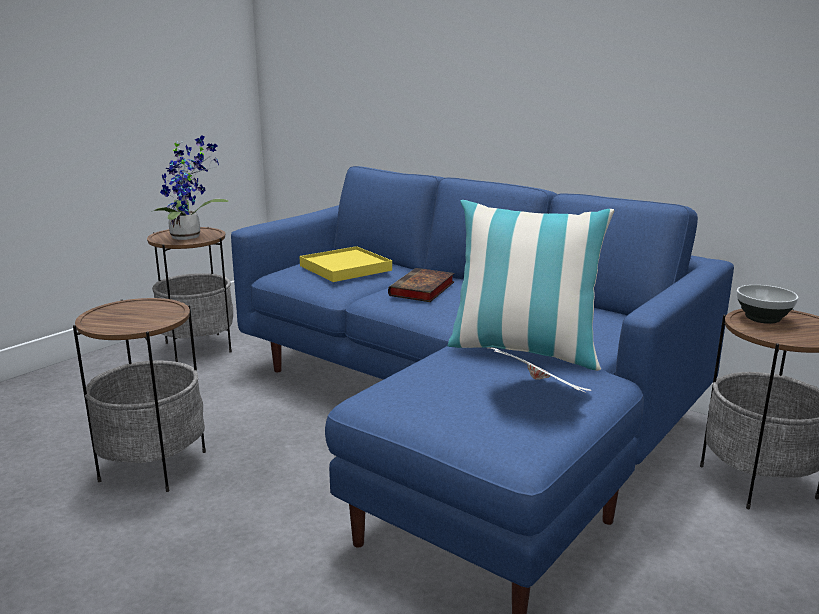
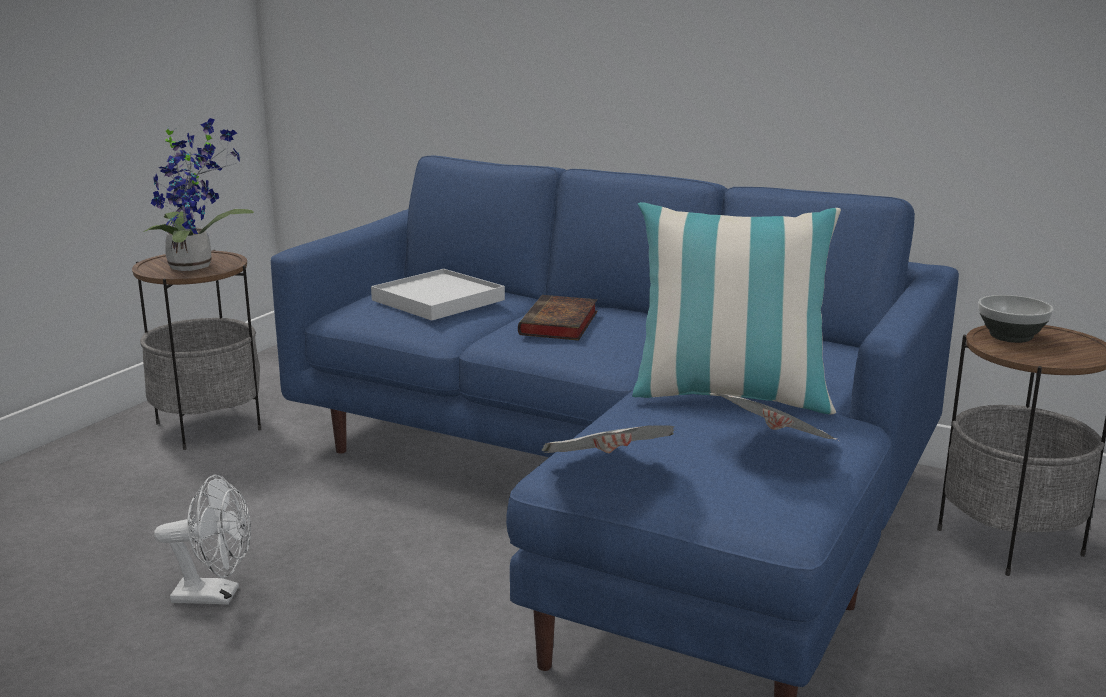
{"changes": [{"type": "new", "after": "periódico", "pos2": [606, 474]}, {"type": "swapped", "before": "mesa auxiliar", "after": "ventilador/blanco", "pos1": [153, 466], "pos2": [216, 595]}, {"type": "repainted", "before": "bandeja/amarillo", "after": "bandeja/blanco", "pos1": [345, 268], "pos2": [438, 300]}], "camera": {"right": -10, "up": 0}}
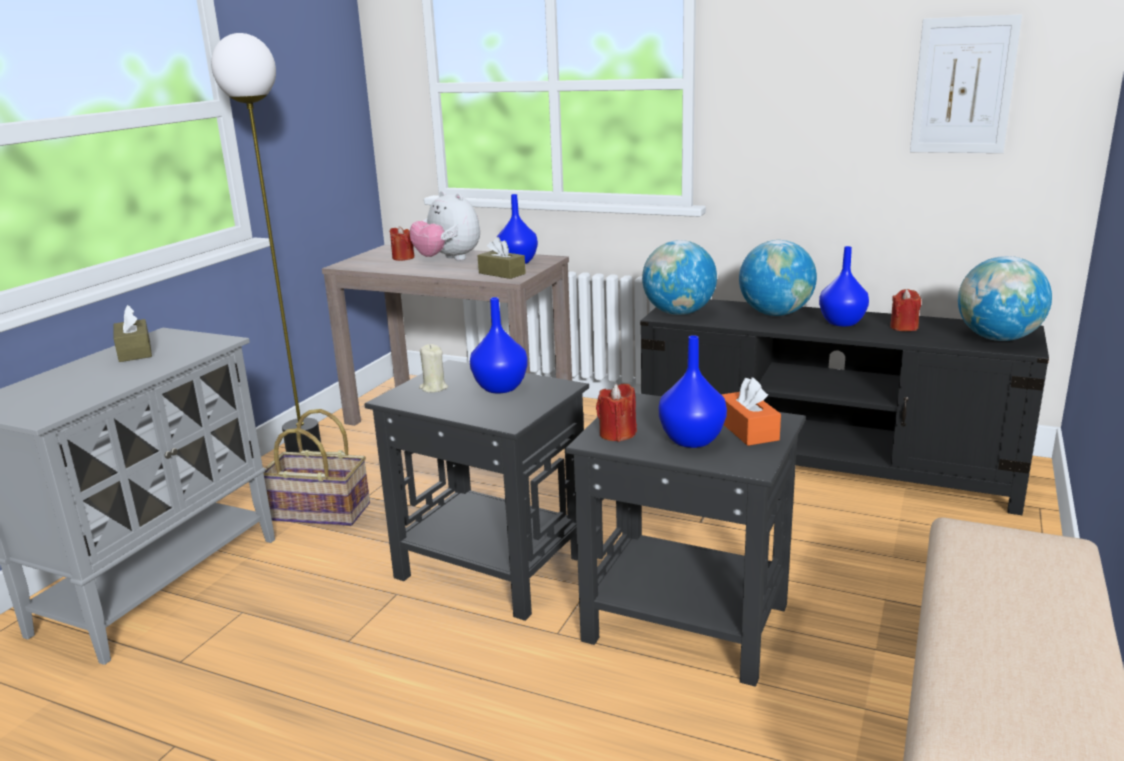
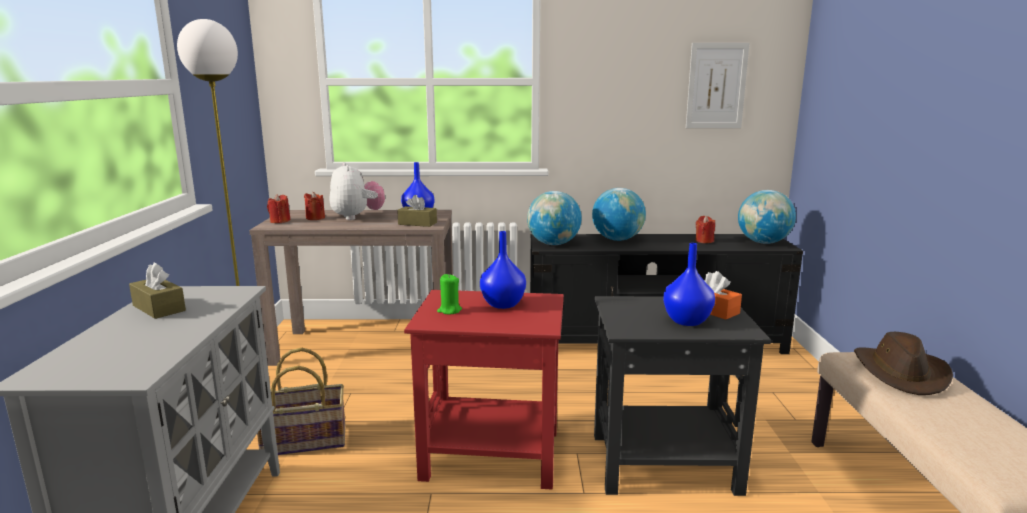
{"changes": [{"type": "gone", "before": "florero/azul", "pos1": [841, 322]}, {"type": "new", "after": "sombrero/marrón", "pos2": [901, 373]}, {"type": "shifted", "before": "vela/rojo", "pos1": [617, 434], "pos2": [280, 221]}, {"type": "repainted", "before": "mesa auxiliar/negro", "after": "mesa auxiliar/rojo", "pos1": [490, 566], "pos2": [489, 454]}, {"type": "repainted", "before": "vela/beis", "after": "vela/verde", "pos1": [433, 388], "pos2": [449, 310]}, {"type": "rotated", "before": "peluche", "pos1": [448, 260], "pos2": [357, 217], "turn": -135}], "camera": {"right": -25, "up": -5}}
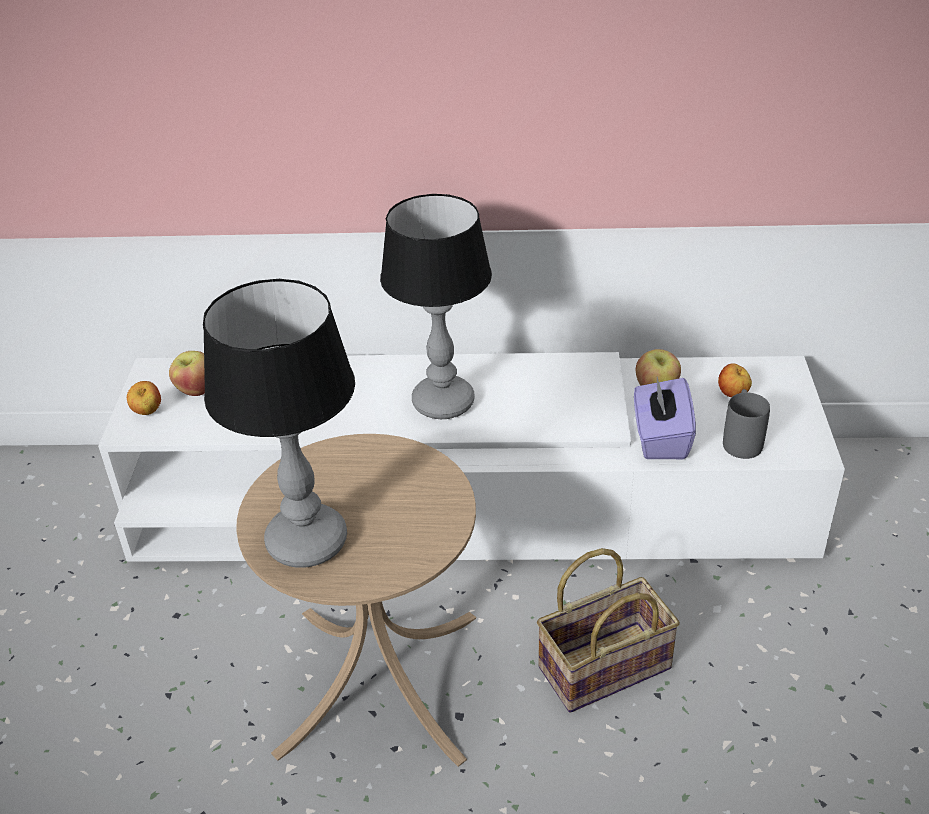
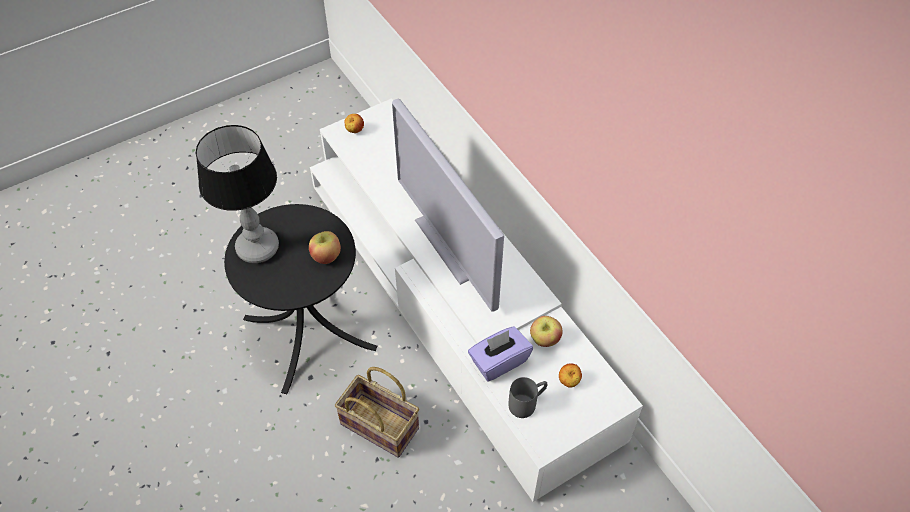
{"changes": [{"type": "shifted", "before": "manzana", "pos1": [195, 390], "pos2": [326, 256]}, {"type": "swapped", "before": "lámpara de mesa", "after": "televisor", "pos1": [444, 402], "pos2": [451, 245]}, {"type": "repainted", "before": "mesa auxiliar/beis", "after": "mesa auxiliar/negro", "pos1": [379, 682], "pos2": [310, 333]}], "camera": {"right": 55, "up": 15}}
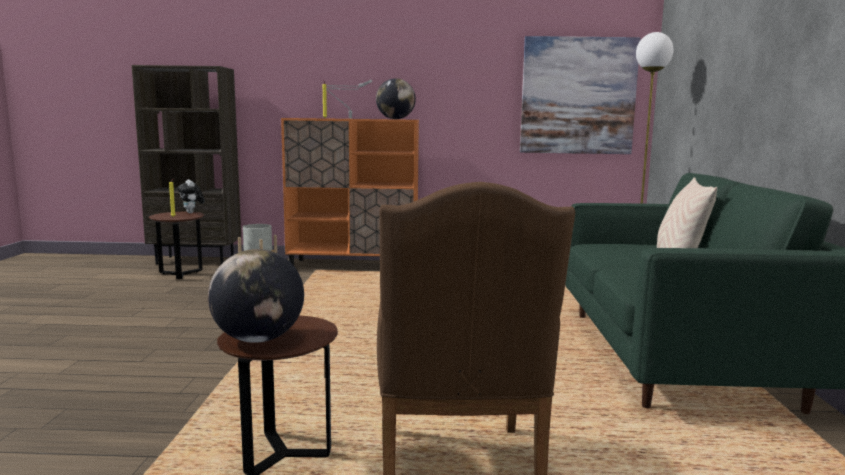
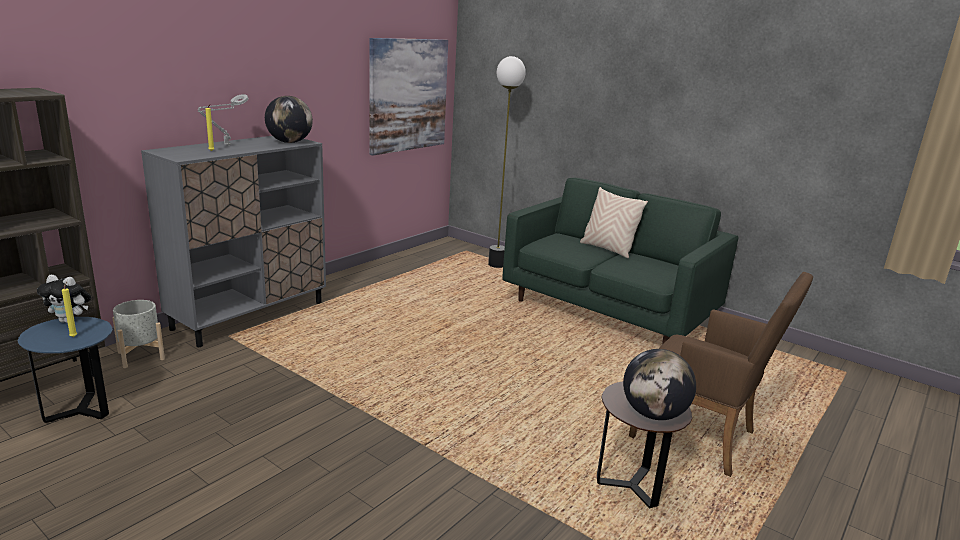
{"changes": [{"type": "repainted", "before": "mesa auxiliar/marrón", "after": "mesa auxiliar/azul", "pos1": [180, 274], "pos2": [80, 411]}, {"type": "repainted", "before": "armario/naranja", "after": "armario/gris", "pos1": [354, 266], "pos2": [250, 315]}], "camera": {"right": -55, "up": 10}}
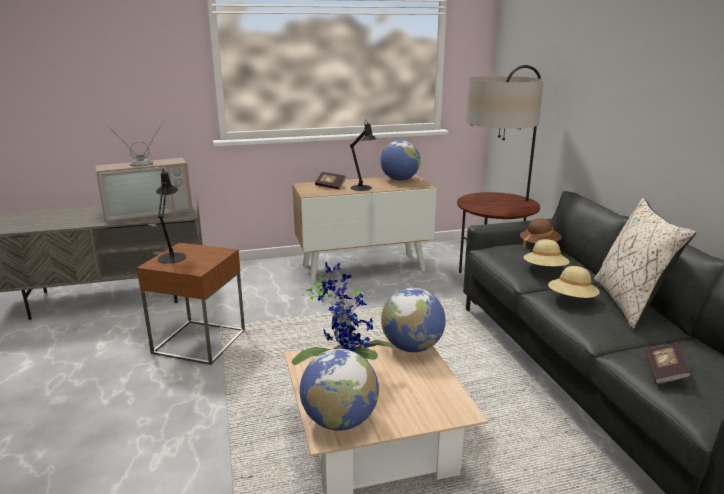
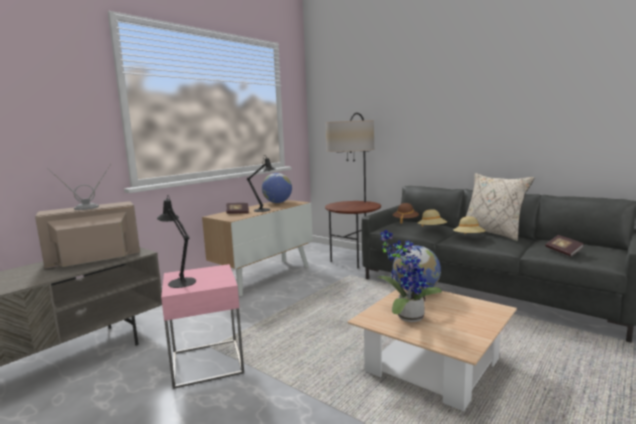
{"changes": [{"type": "gone", "before": "globo terráqueo", "pos1": [339, 421]}, {"type": "repainted", "before": "mesa auxiliar/marrón", "after": "mesa auxiliar/rosa", "pos1": [199, 341], "pos2": [207, 362]}, {"type": "rotated", "before": "televisor", "pos1": [148, 211], "pos2": [93, 258], "turn": -150}], "camera": {"right": -35, "up": -10}}
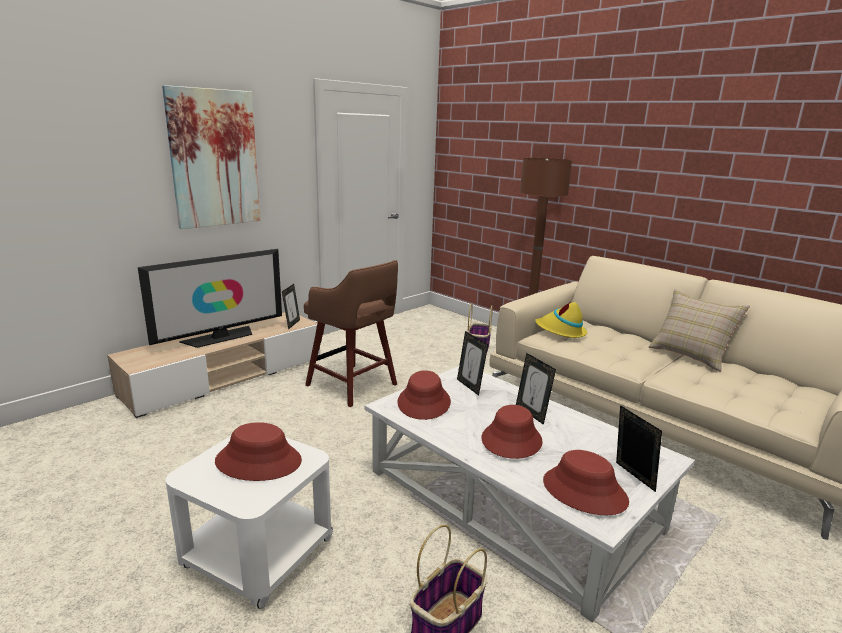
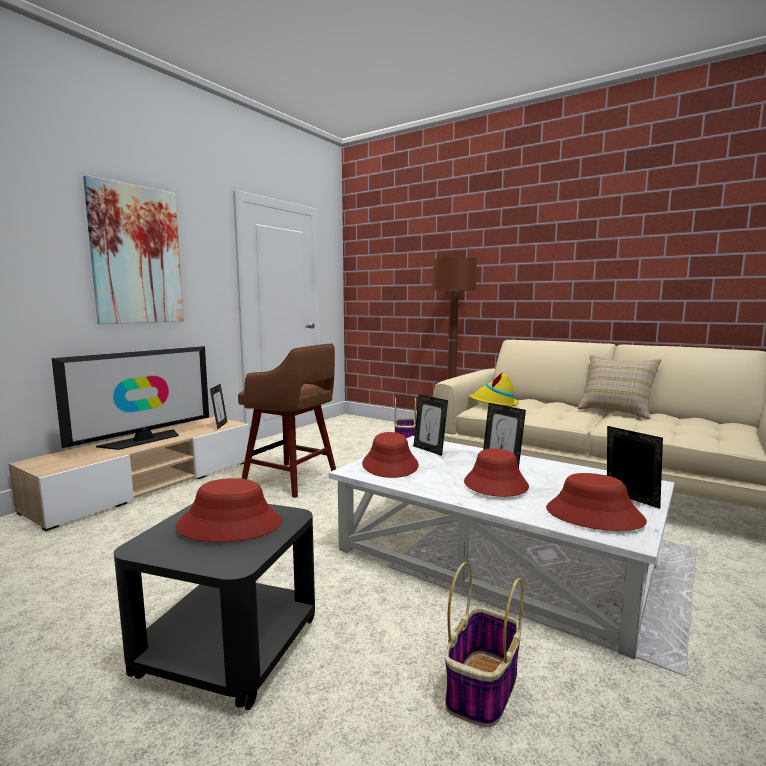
{"changes": [{"type": "repainted", "before": "mesa auxiliar/blanco", "after": "mesa auxiliar/negro", "pos1": [257, 553], "pos2": [228, 648]}], "camera": {"right": -10, "up": -10}}
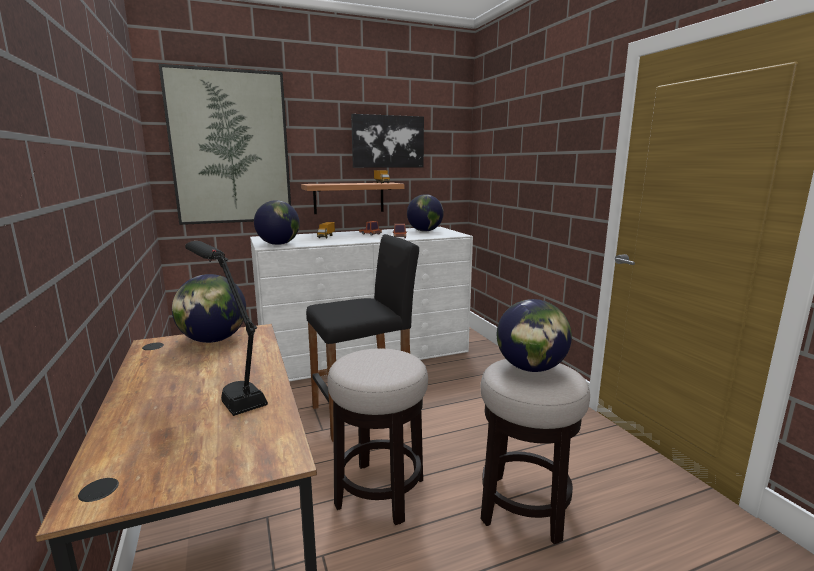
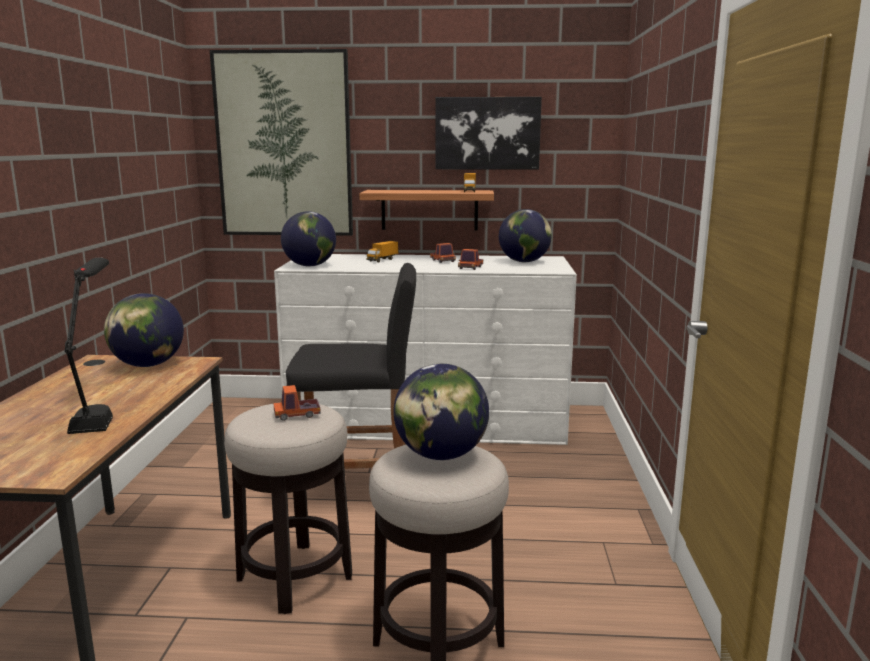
{"changes": [{"type": "new", "after": "camión de juguete", "pos2": [297, 414]}], "camera": {"right": 25, "up": 0}}
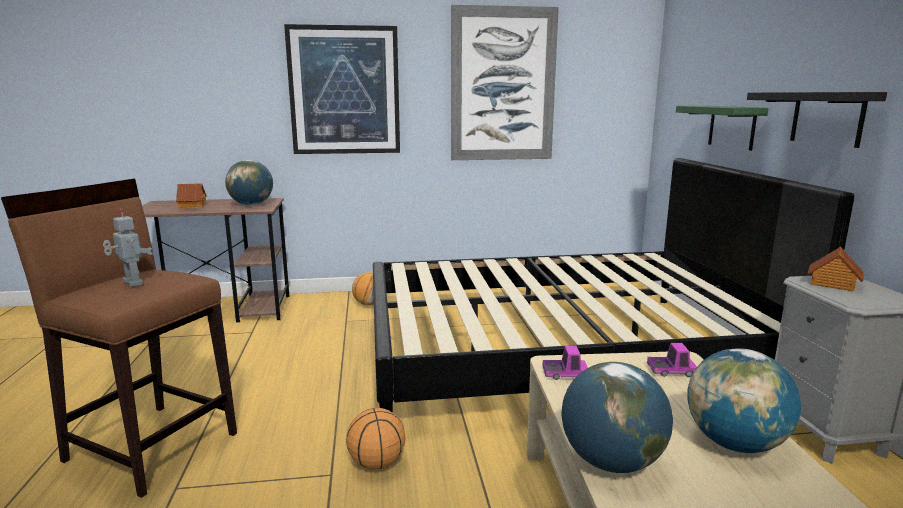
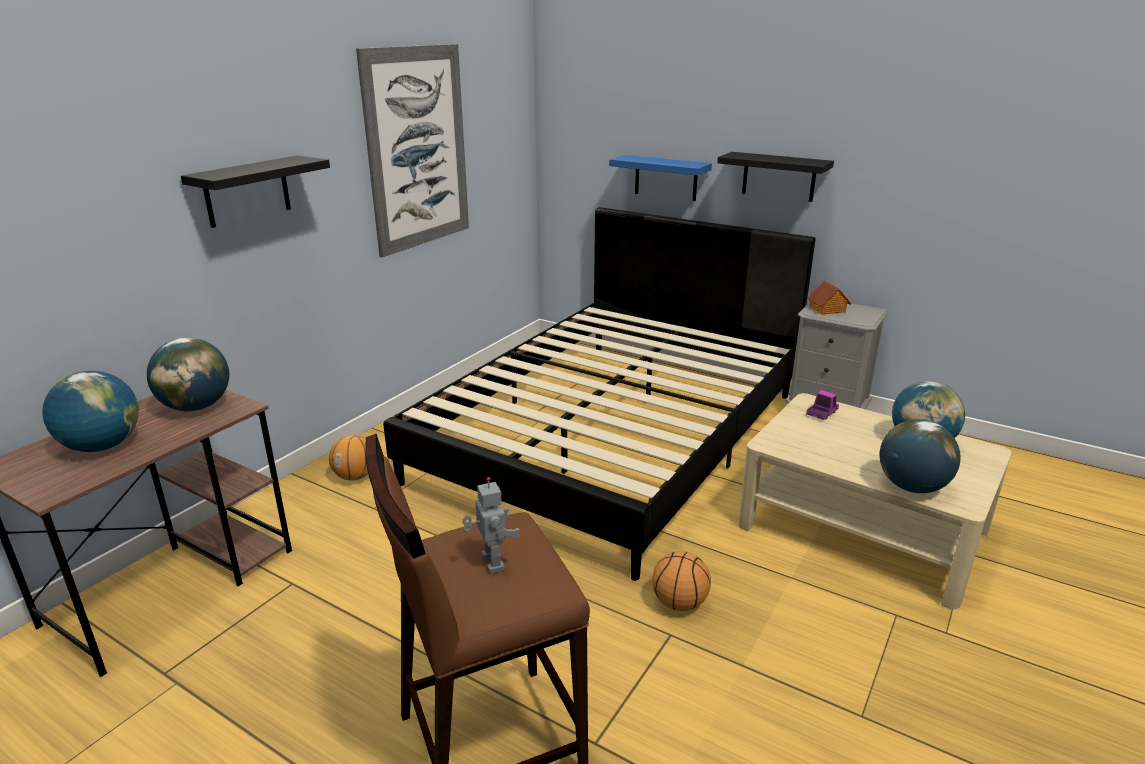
{"changes": [{"type": "gone", "before": "camión de juguete", "pos1": [565, 374]}, {"type": "swapped", "before": "casita", "after": "globo terráqueo", "pos1": [192, 206], "pos2": [102, 446]}, {"type": "swapped", "before": "cuadro", "after": "estante/negro", "pos1": [344, 91], "pos2": [247, 191]}, {"type": "repainted", "before": "estante/verde", "after": "estante/azul", "pos1": [732, 127], "pos2": [666, 178]}, {"type": "rotated", "before": "robot de juguete", "pos1": [131, 283], "pos2": [491, 563], "turn": 75}], "camera": {"right": -50, "up": 10}}
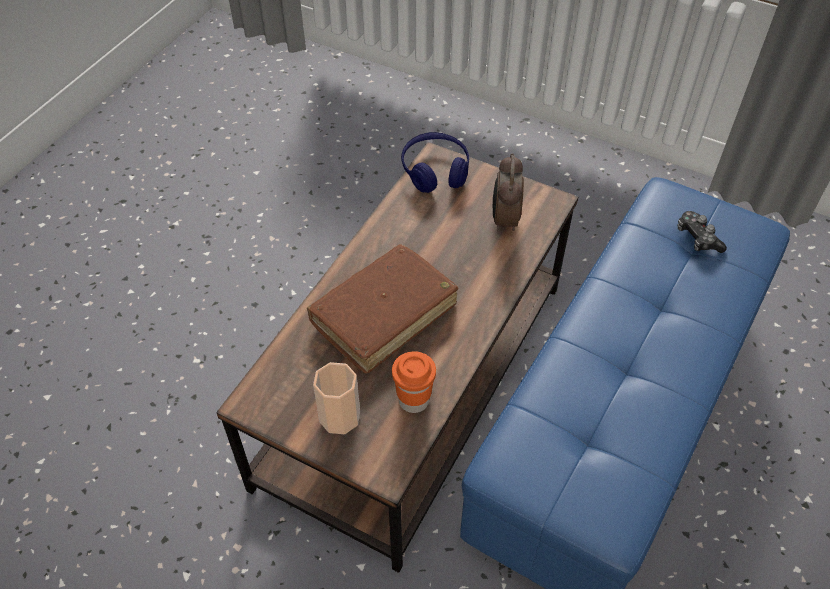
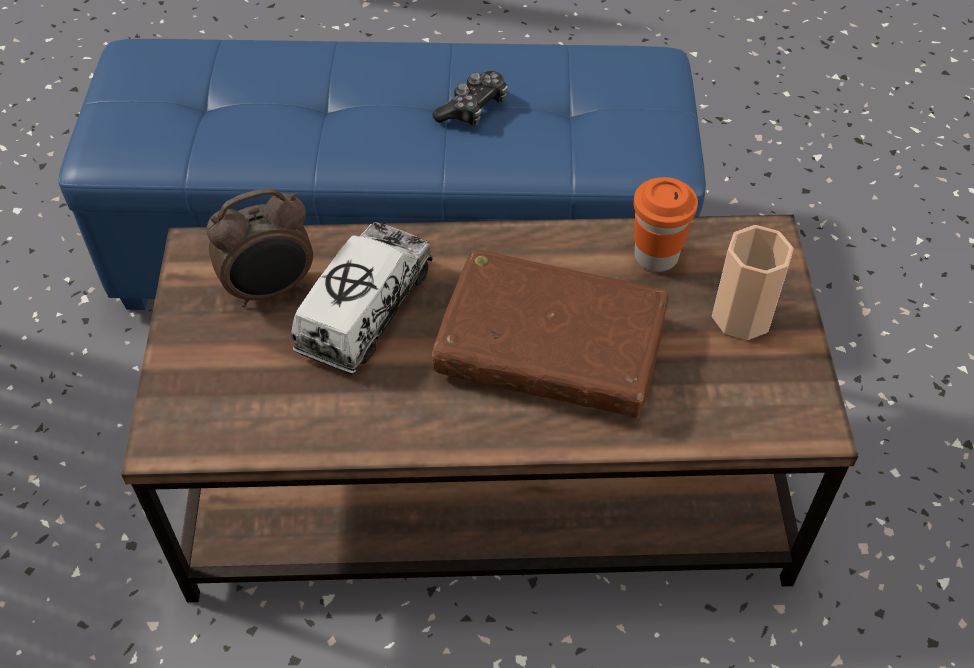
{"changes": [{"type": "gone", "before": "auriculares/azul", "pos1": [435, 170]}, {"type": "new", "after": "camión de juguete", "pos2": [366, 310]}, {"type": "shifted", "before": "mando de consola", "pos1": [697, 238], "pos2": [473, 109]}], "camera": {"right": -120, "up": 0}}
